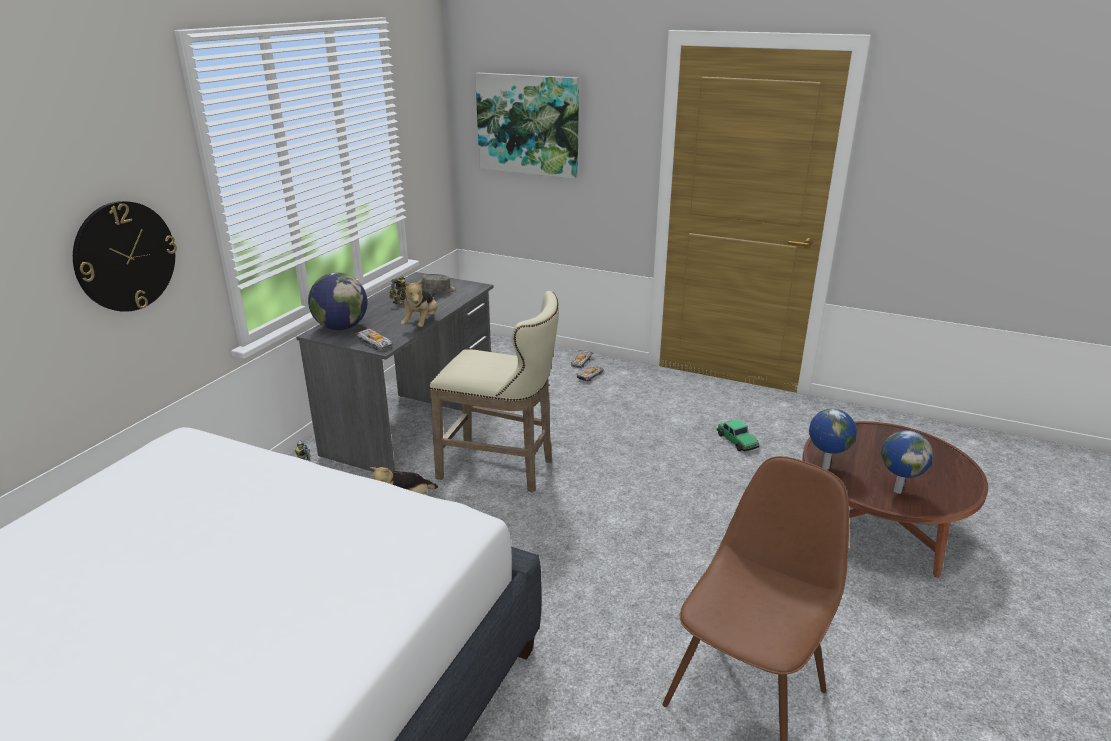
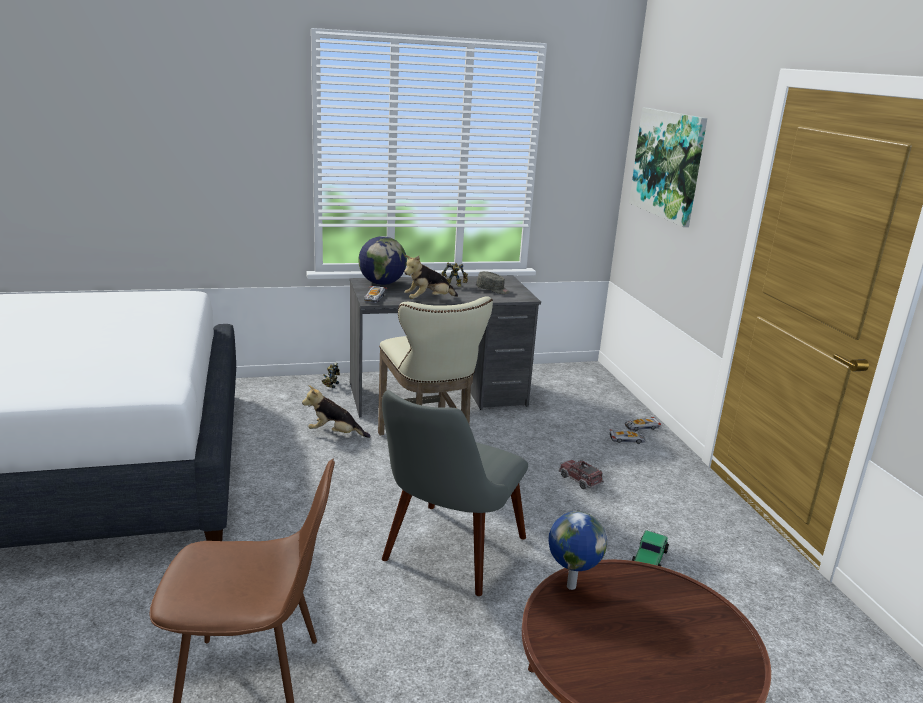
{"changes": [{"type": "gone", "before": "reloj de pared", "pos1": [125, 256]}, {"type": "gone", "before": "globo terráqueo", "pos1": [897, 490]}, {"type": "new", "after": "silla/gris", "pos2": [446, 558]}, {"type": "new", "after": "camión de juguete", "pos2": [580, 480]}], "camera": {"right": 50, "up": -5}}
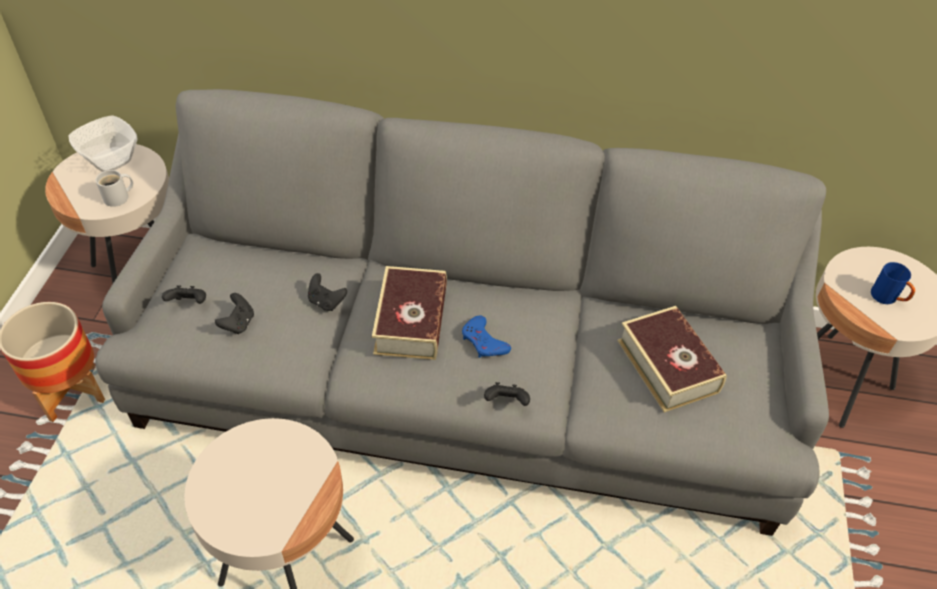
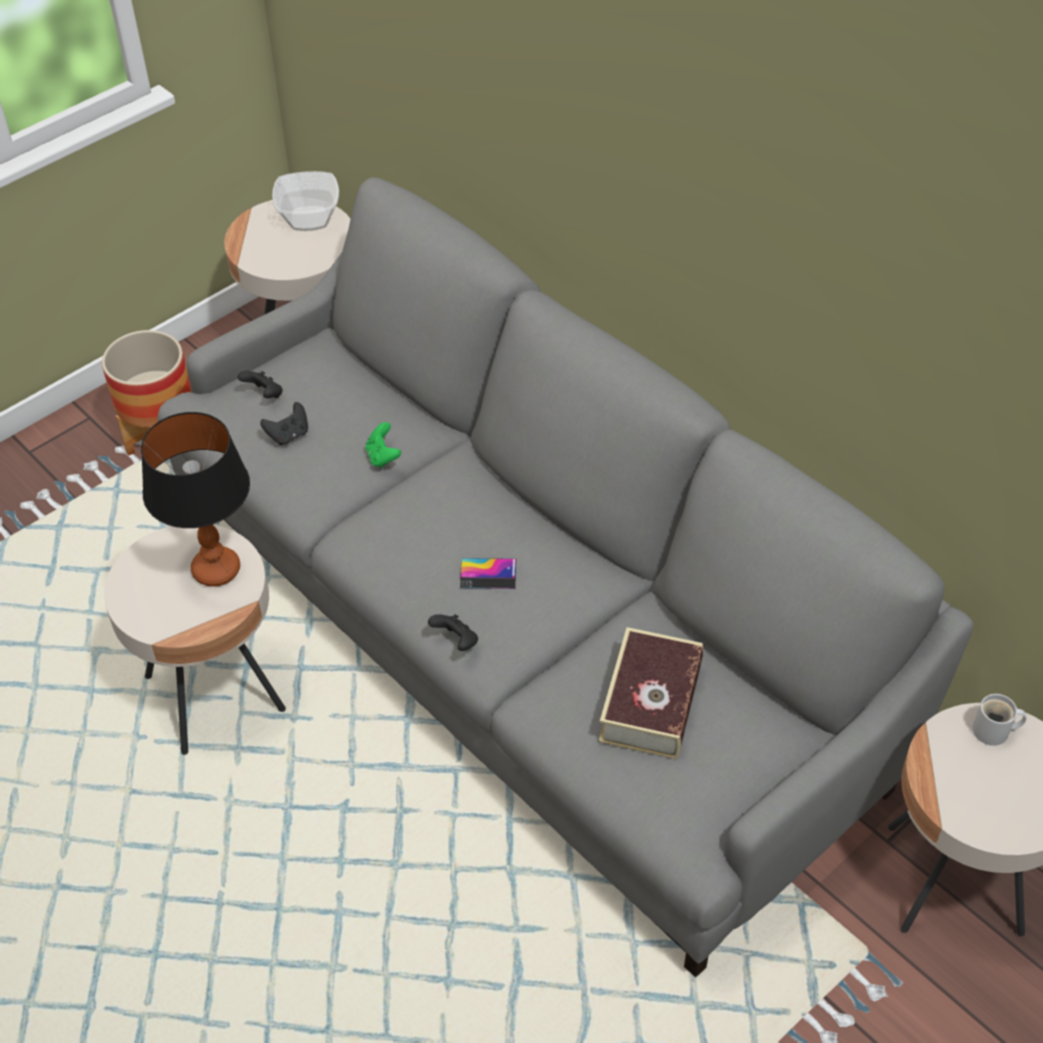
{"changes": [{"type": "gone", "before": "libro", "pos1": [411, 321]}, {"type": "gone", "before": "taza grande/azul", "pos1": [888, 298]}, {"type": "new", "after": "lámpara de mesa", "pos2": [216, 569]}, {"type": "shifted", "before": "taza grande/blanco", "pos1": [119, 197], "pos2": [994, 732]}, {"type": "swapped", "before": "mando de consola/azul", "after": "móvil", "pos1": [484, 342], "pos2": [488, 574]}, {"type": "repainted", "before": "mando de consola/negro", "after": "mando de consola/verde", "pos1": [326, 302], "pos2": [383, 457]}], "camera": {"right": 40, "up": 0}}
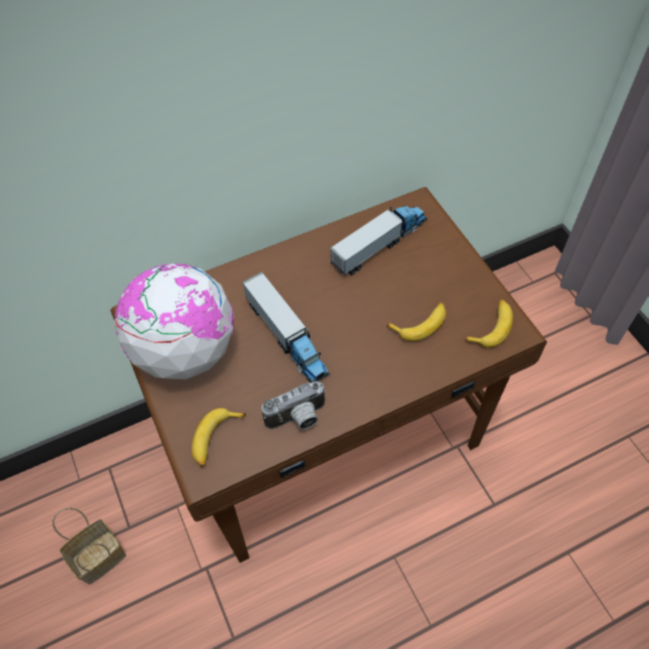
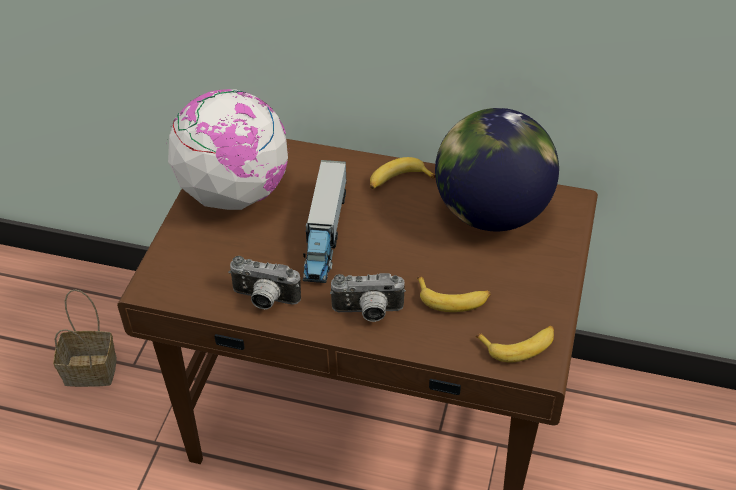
{"changes": [{"type": "new", "after": "cámara", "pos2": [368, 313]}, {"type": "shifted", "before": "plátano", "pos1": [215, 439], "pos2": [398, 181]}, {"type": "swapped", "before": "camión de juguete", "after": "globo terráqueo", "pos1": [380, 244], "pos2": [491, 212]}], "camera": {"right": 40, "up": -10}}
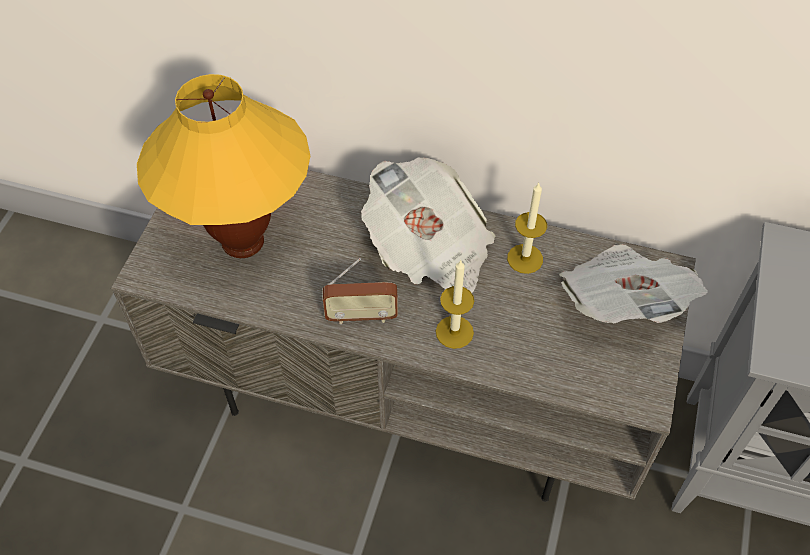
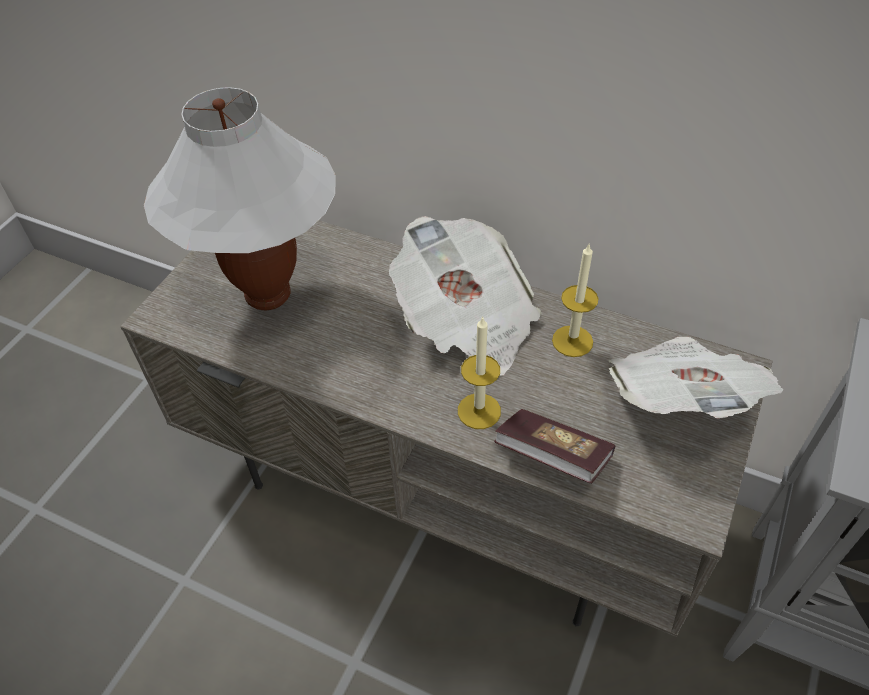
{"changes": [{"type": "gone", "before": "radio", "pos1": [361, 316]}, {"type": "new", "after": "libro", "pos2": [552, 456]}, {"type": "repainted", "before": "lámpara de mesa/amarillo", "after": "lámpara de mesa/blanco", "pos1": [242, 242], "pos2": [267, 295]}], "camera": {"right": 10, "up": -5}}
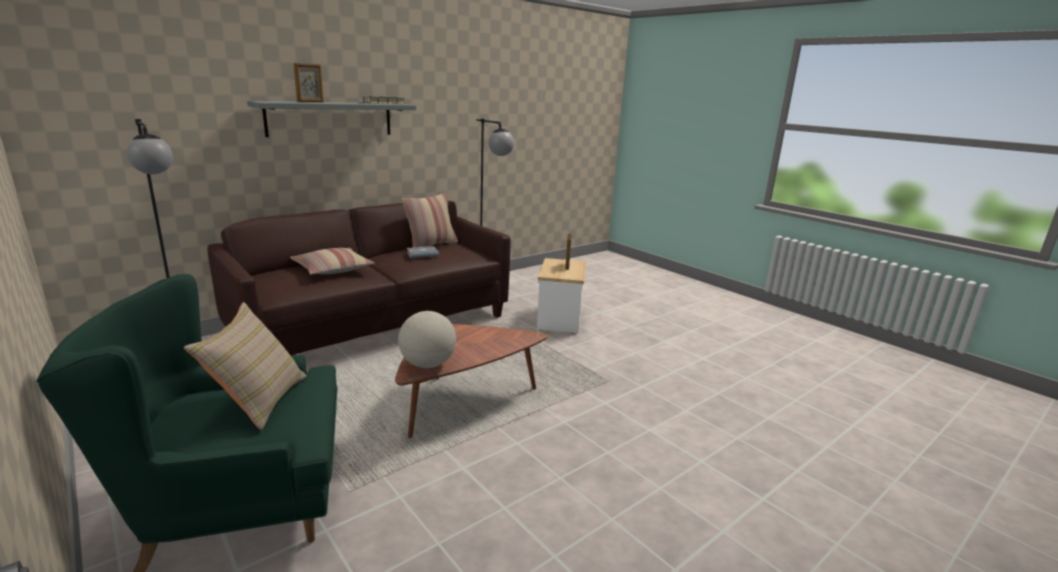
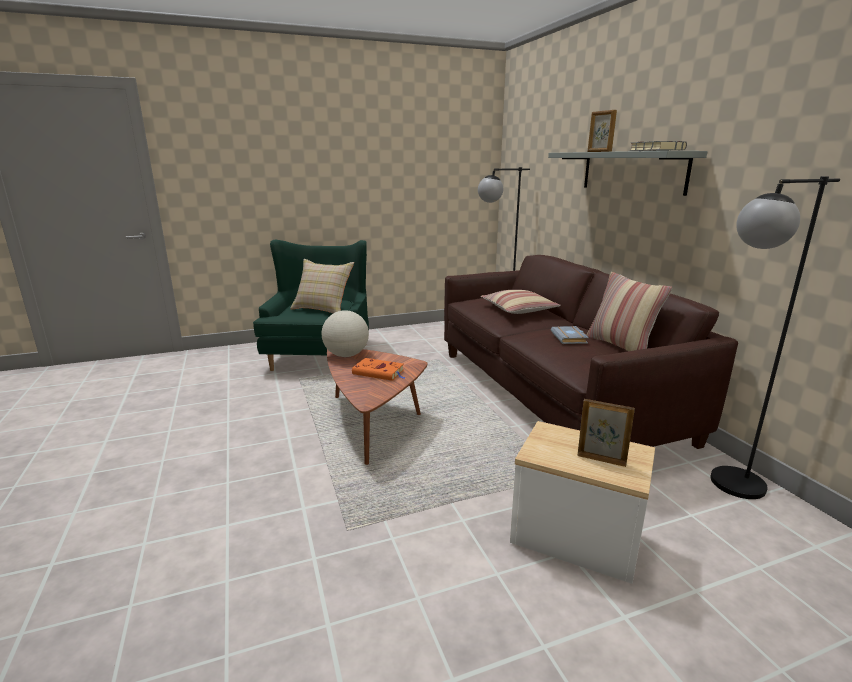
{"changes": [{"type": "new", "after": "libro/naranja", "pos2": [379, 372]}], "camera": {"right": 110, "up": 0}}
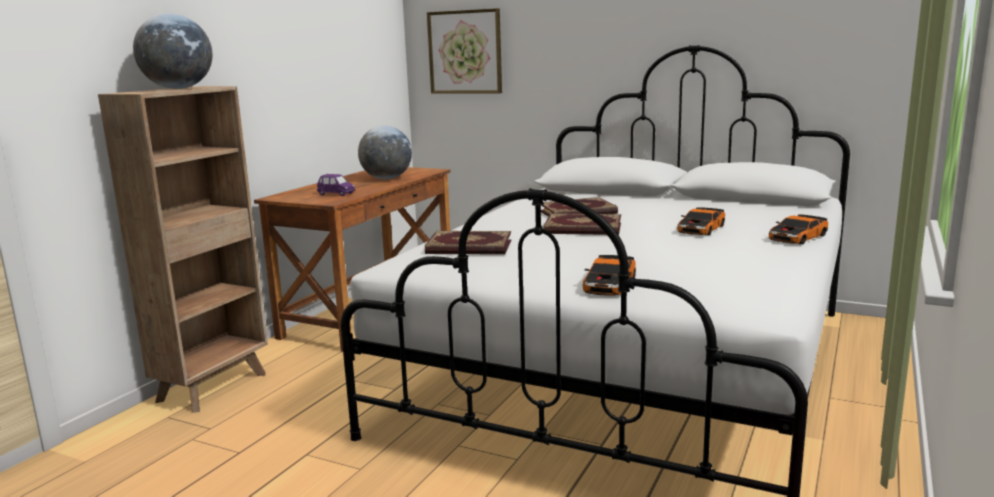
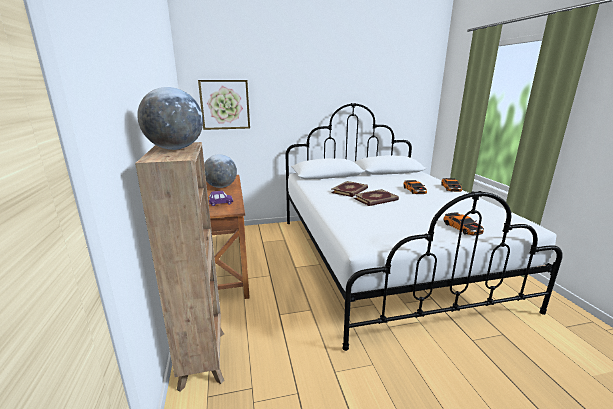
{"changes": [{"type": "gone", "before": "libro", "pos1": [469, 247]}], "camera": {"right": -40, "up": 5}}
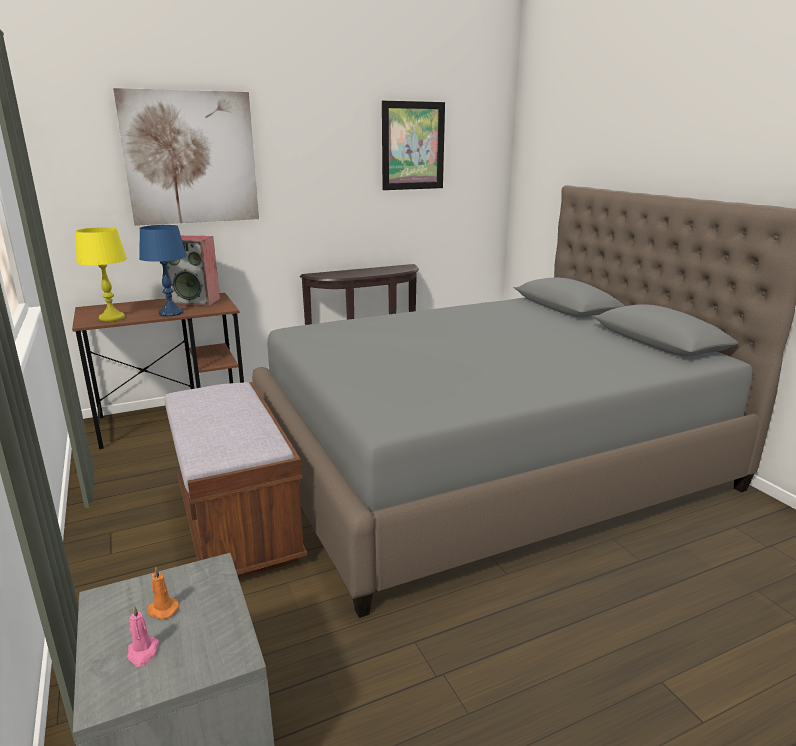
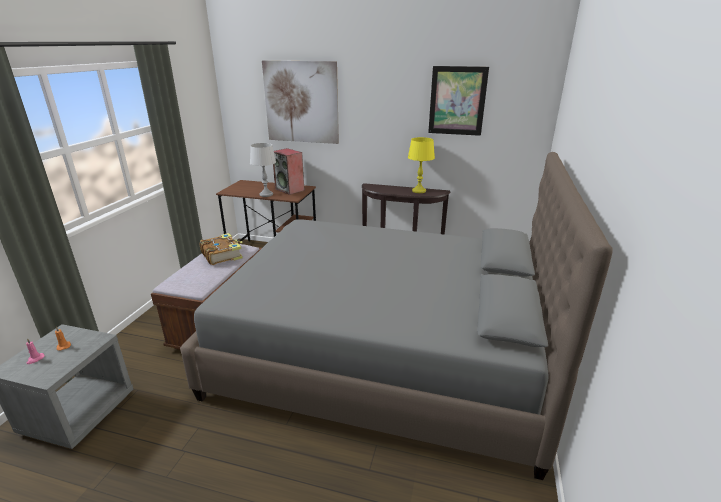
{"changes": [{"type": "new", "after": "libro", "pos2": [222, 255]}, {"type": "shifted", "before": "lámpara de mesa/amarillo", "pos1": [112, 318], "pos2": [419, 191]}, {"type": "repainted", "before": "lámpara de mesa/azul", "after": "lámpara de mesa/gris", "pos1": [171, 313], "pos2": [266, 194]}], "camera": {"right": 40, "up": 5}}
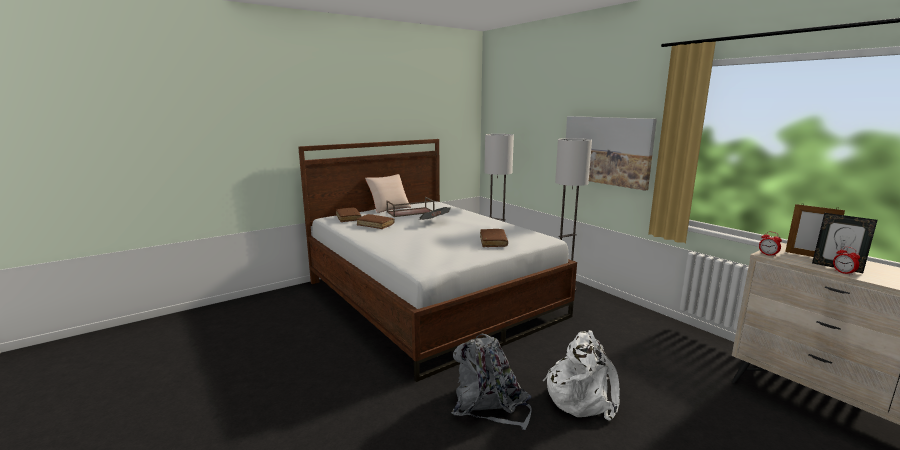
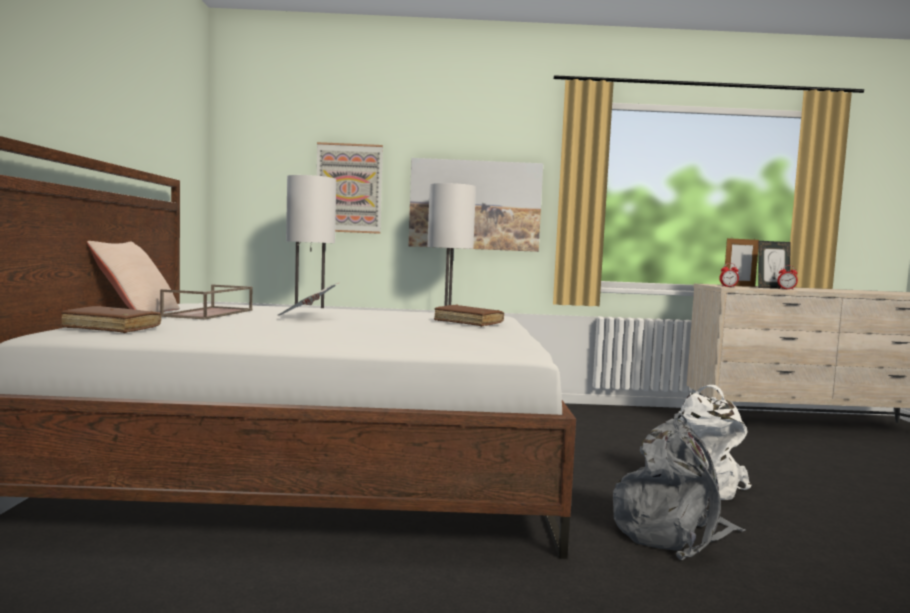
{"changes": [{"type": "gone", "before": "libro/marrón", "pos1": [375, 225]}, {"type": "new", "after": "cuadro", "pos2": [349, 188]}], "camera": {"right": -55, "up": -10}}
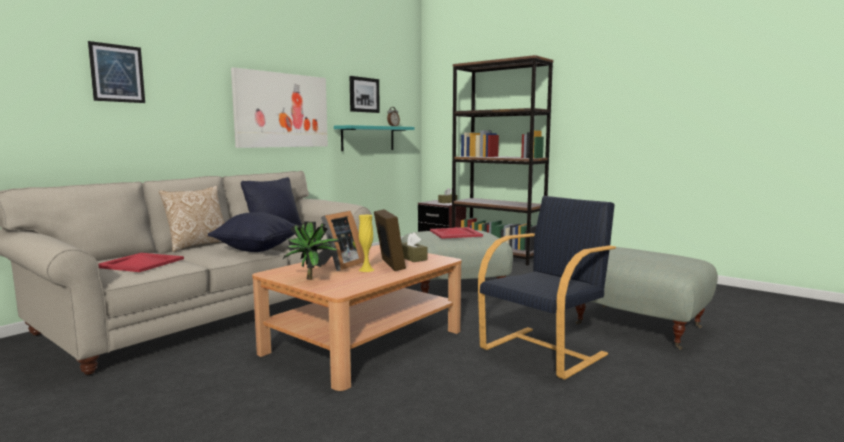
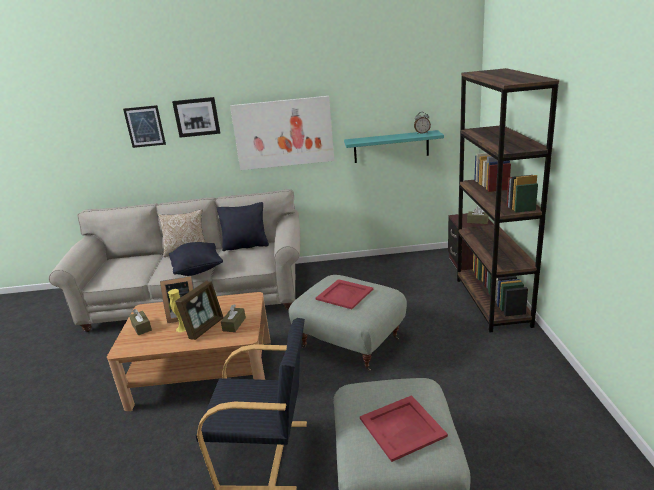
{"changes": [{"type": "shifted", "before": "bandeja/rojo", "pos1": [139, 263], "pos2": [401, 427]}, {"type": "shifted", "before": "cuadro", "pos1": [364, 95], "pos2": [197, 117]}, {"type": "swapped", "before": "planta en maceta", "after": "caja de pañuelos/marrón", "pos1": [313, 279], "pos2": [141, 327]}], "camera": {"right": 50, "up": 15}}
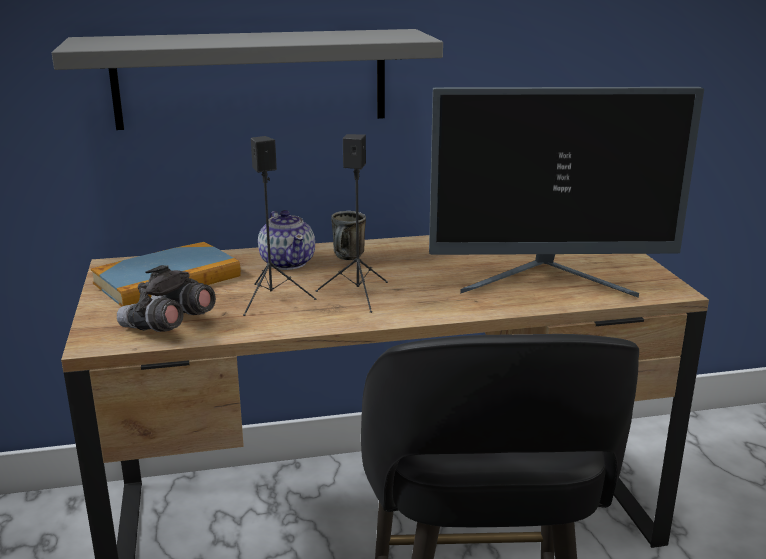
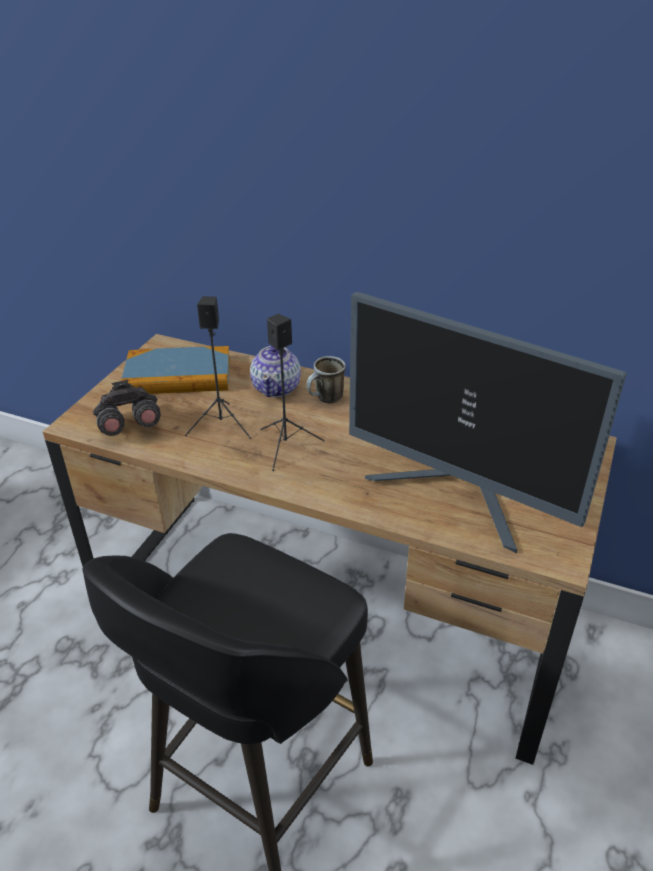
{"changes": [{"type": "gone", "before": "estante/gris", "pos1": [251, 79]}], "camera": {"right": 35, "up": 15}}
